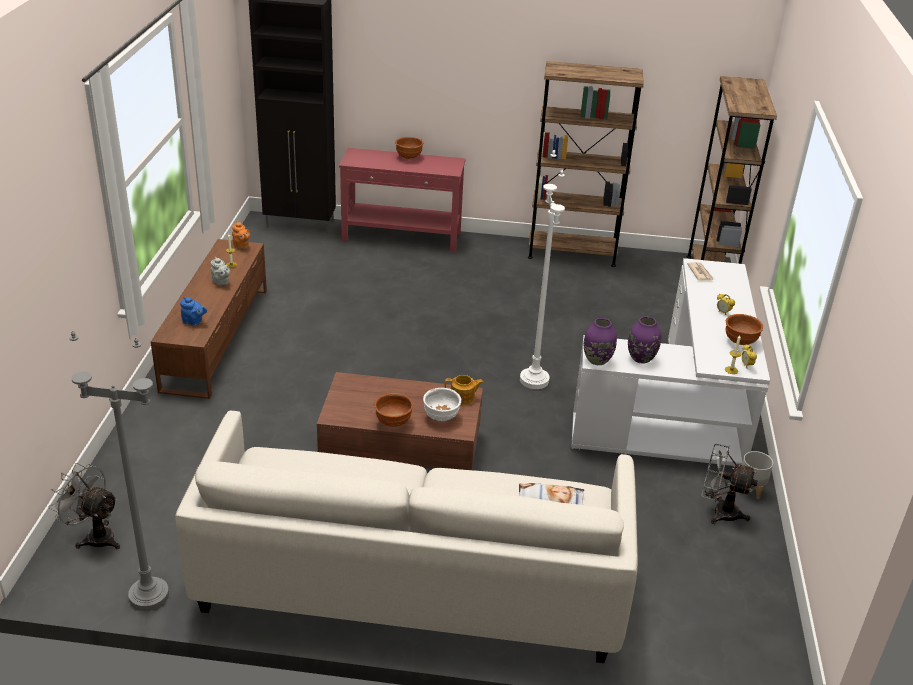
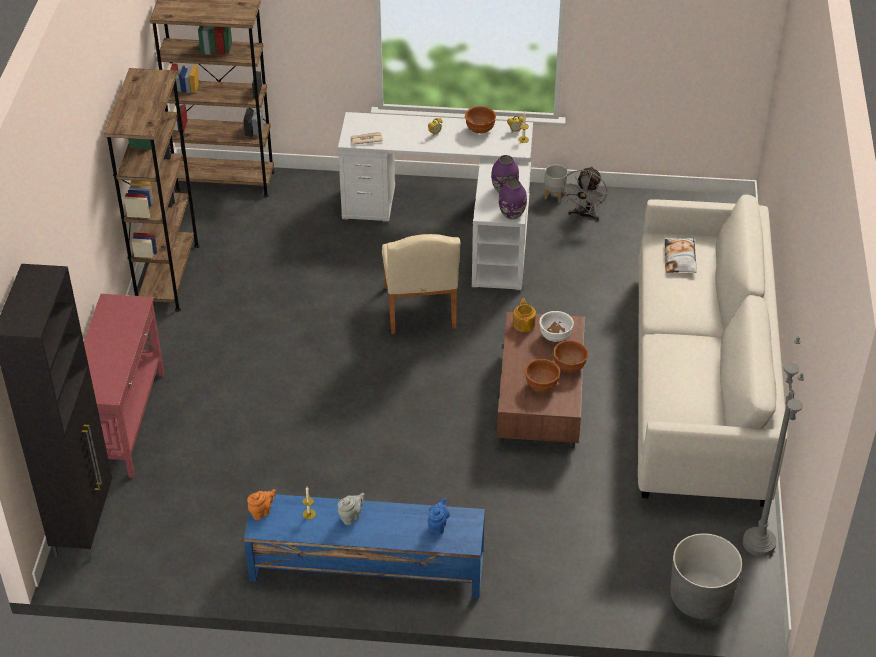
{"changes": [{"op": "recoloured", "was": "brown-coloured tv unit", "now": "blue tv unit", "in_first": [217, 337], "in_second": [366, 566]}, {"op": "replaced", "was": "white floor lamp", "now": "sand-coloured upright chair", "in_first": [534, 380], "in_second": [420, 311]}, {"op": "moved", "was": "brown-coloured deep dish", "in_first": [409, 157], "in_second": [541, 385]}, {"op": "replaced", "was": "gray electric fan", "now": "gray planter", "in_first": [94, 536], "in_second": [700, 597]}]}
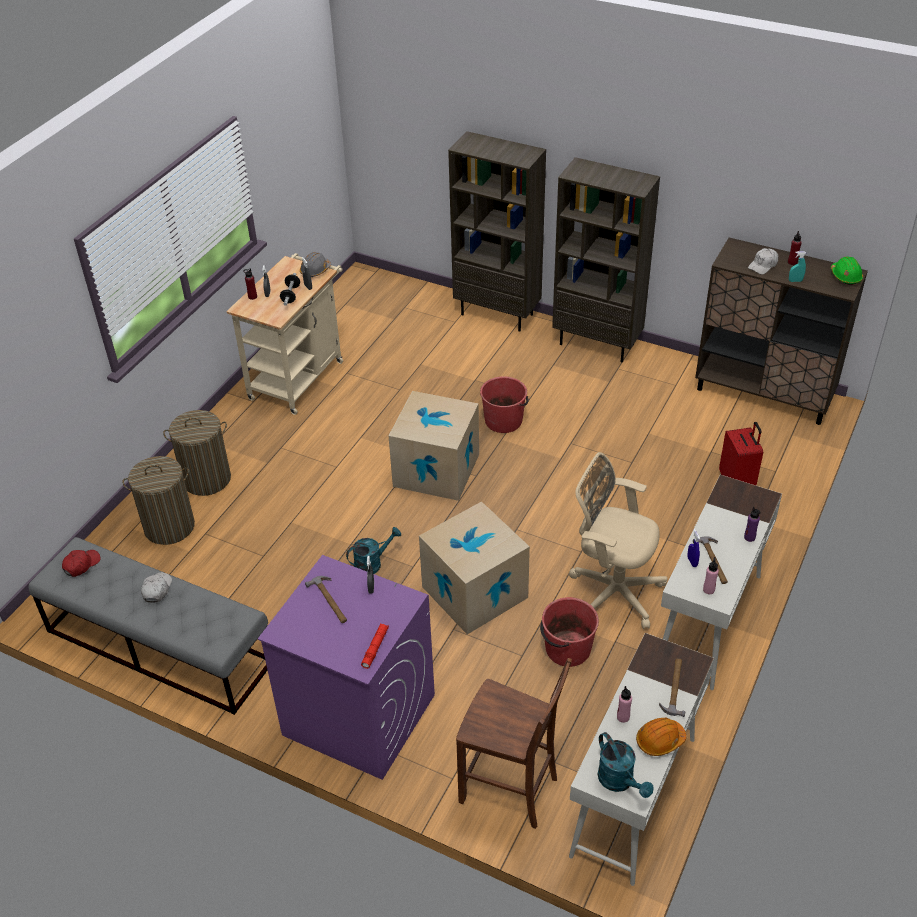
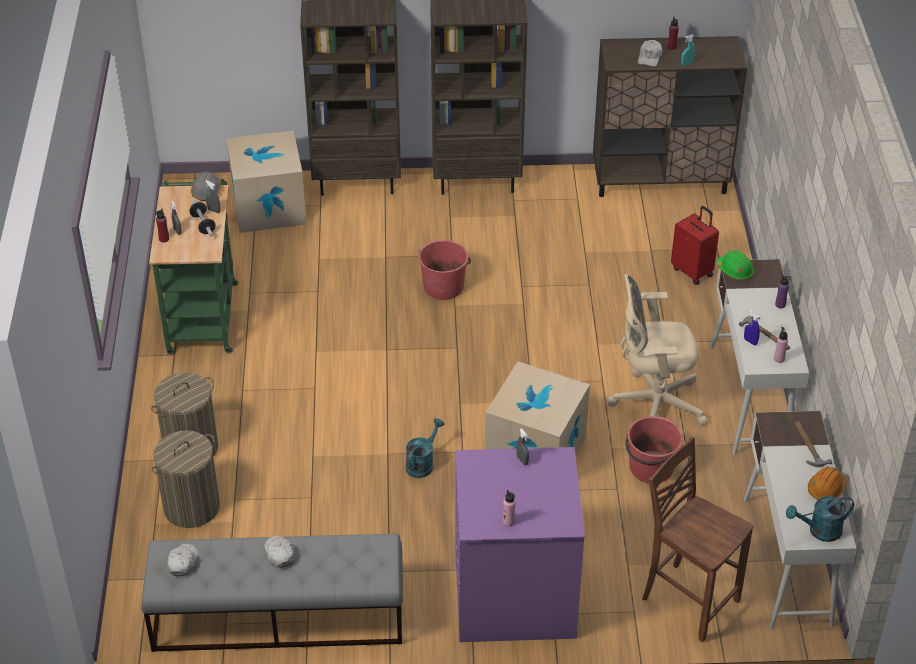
{"changes": [{"op": "recoloured", "was": "sand-coloured trolley", "now": "green trolley", "in_first": [299, 376], "in_second": [202, 313]}, {"op": "recoloured", "was": "red-coloured peaked cap", "now": "white peaked cap", "in_first": [81, 565], "in_second": [182, 562]}, {"op": "moved", "was": "cardboard box", "in_first": [436, 470], "in_second": [269, 207]}, {"op": "moved", "was": "pink-coloured drink bottle", "in_first": [623, 717], "in_second": [509, 522]}, {"op": "turned", "was": "brown-coloured upright chair", "in_first": [511, 790], "in_second": [688, 599], "clockwise": -135}, {"op": "moved", "was": "green hard hat", "in_first": [845, 276], "in_second": [735, 271]}, {"op": "turned", "was": "blue-green watering pot", "in_first": [620, 781], "in_second": [819, 531], "clockwise": 135}, {"op": "removed", "was": "hammer", "in_first": [330, 601]}, {"op": "removed", "was": "red-coloured torch", "in_first": [375, 648]}]}
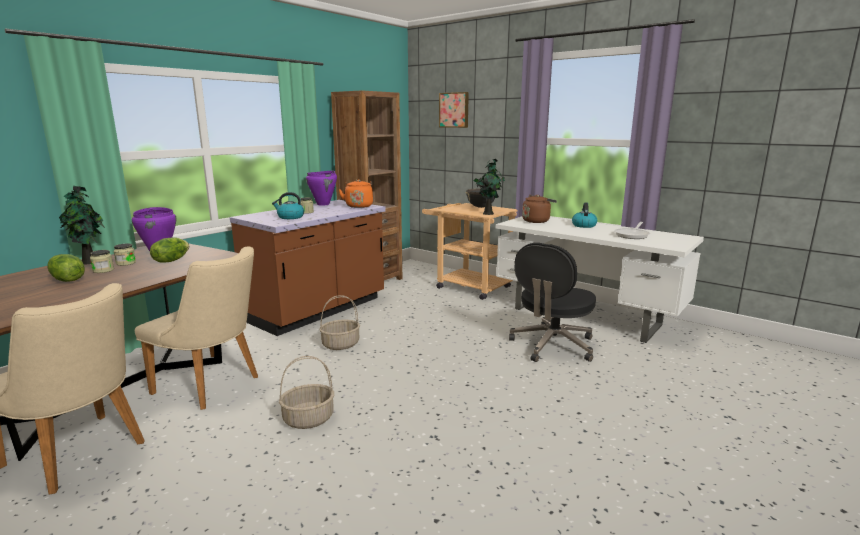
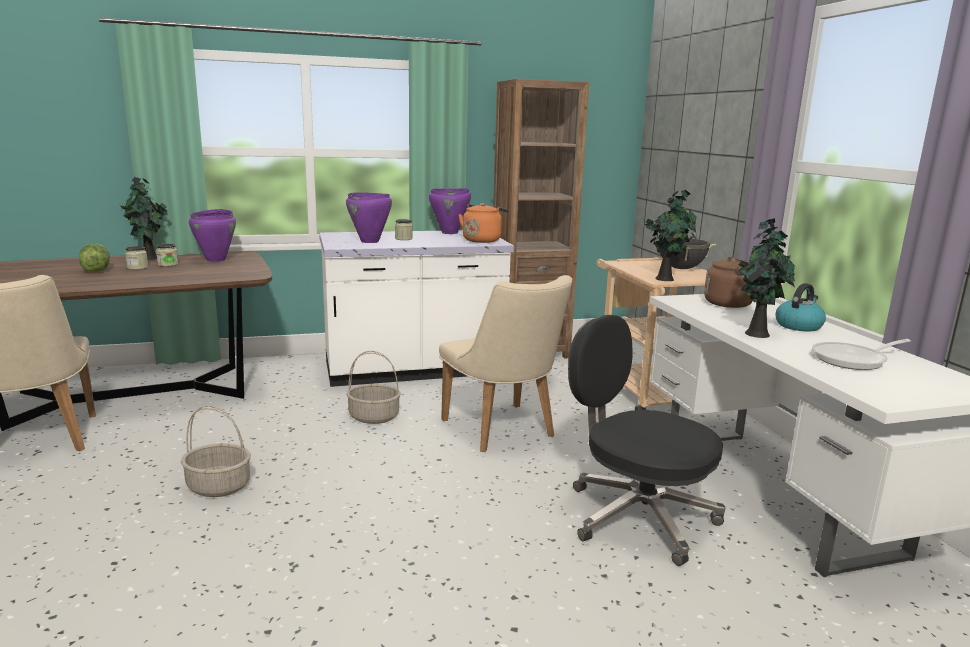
{"changes": [{"op": "recoloured", "was": "brown-coloured kitchen base unit", "now": "white kitchen base unit", "in_first": [318, 310], "in_second": [414, 370]}, {"op": "replaced", "was": "tea kettle", "now": "purple saucepot", "in_first": [290, 217], "in_second": [370, 241]}, {"op": "moved", "was": "sand-coloured upright chair", "in_first": [214, 386], "in_second": [504, 431]}, {"op": "turned", "was": "black computer chair", "in_first": [552, 345], "in_second": [637, 516], "clockwise": 60}, {"op": "added", "now": "plant in a pot", "in_second": [755, 333]}, {"op": "removed", "was": "lettuce head", "in_first": [171, 260]}, {"op": "removed", "was": "picture", "in_first": [454, 110]}]}
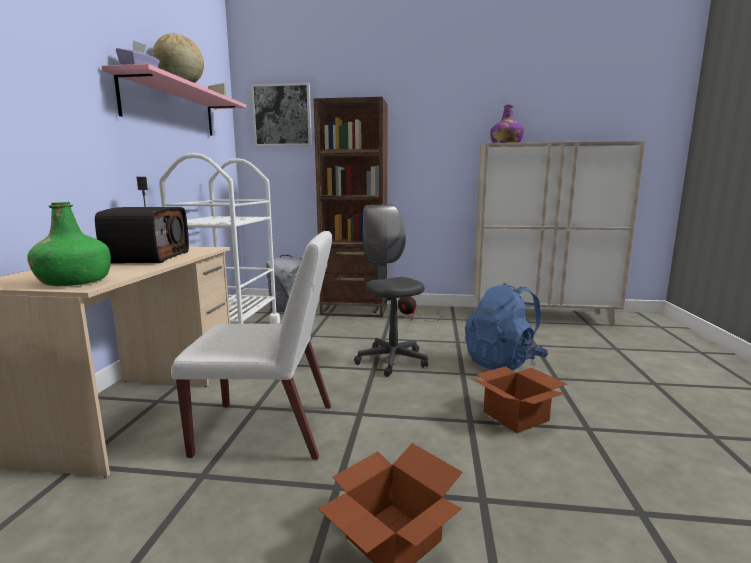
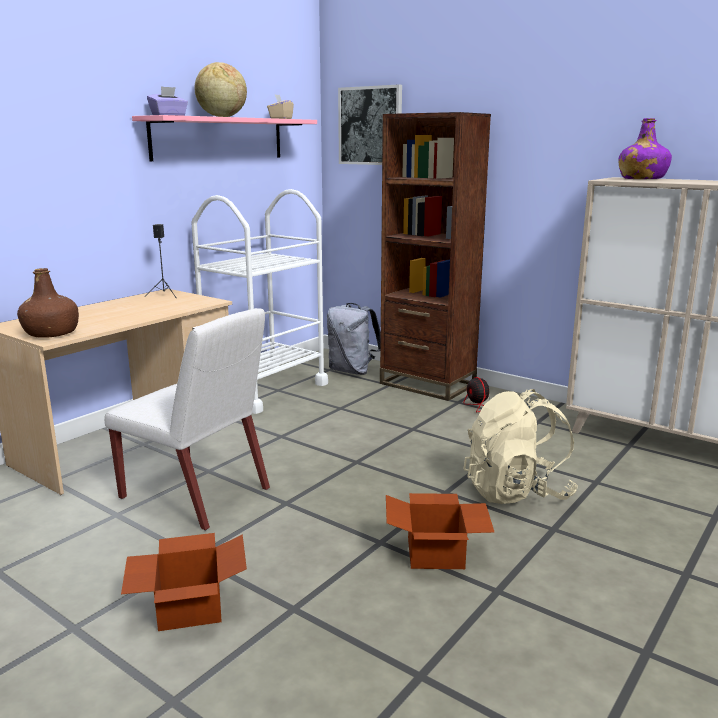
{"changes": [{"op": "recoloured", "was": "green drink bottle", "now": "brown-coloured drink bottle", "in_first": [75, 282], "in_second": [51, 333]}, {"op": "recoloured", "was": "blue backpack", "now": "sand-coloured backpack", "in_first": [503, 362], "in_second": [516, 492]}, {"op": "removed", "was": "radio receiver", "in_first": [147, 257]}, {"op": "removed", "was": "gray computer chair", "in_first": [392, 361]}]}
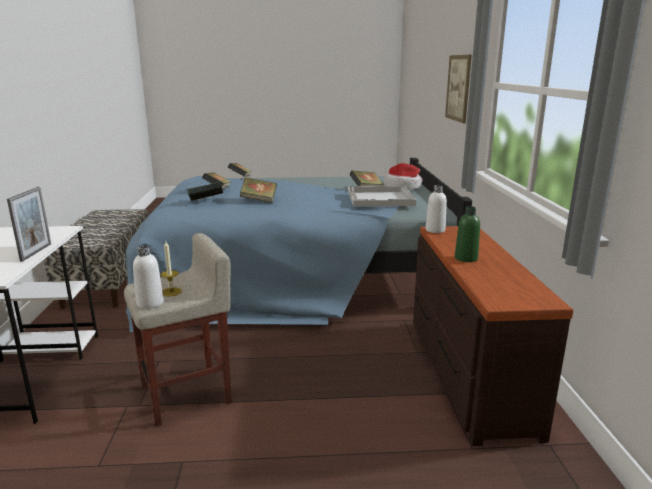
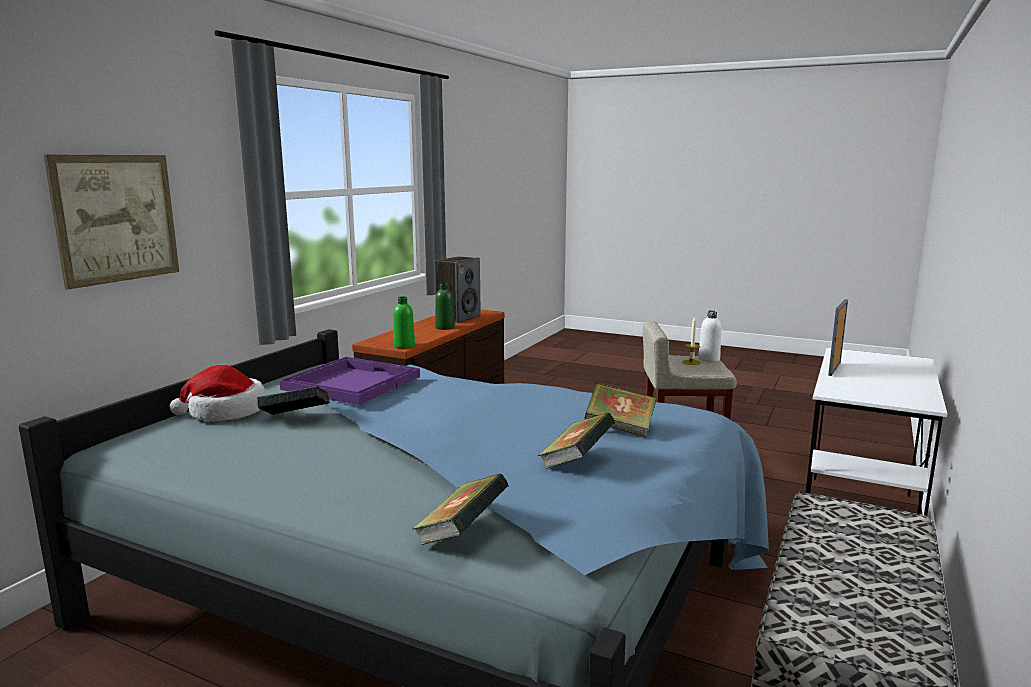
{"changes": [{"op": "recoloured", "was": "white carrying tray", "now": "purple carrying tray", "in_first": [380, 198], "in_second": [352, 382]}, {"op": "recoloured", "was": "white drink bottle", "now": "green drink bottle", "in_first": [435, 230], "in_second": [404, 346]}, {"op": "added", "now": "loudspeaker", "in_second": [458, 318]}, {"op": "removed", "was": "book", "in_first": [259, 200]}]}
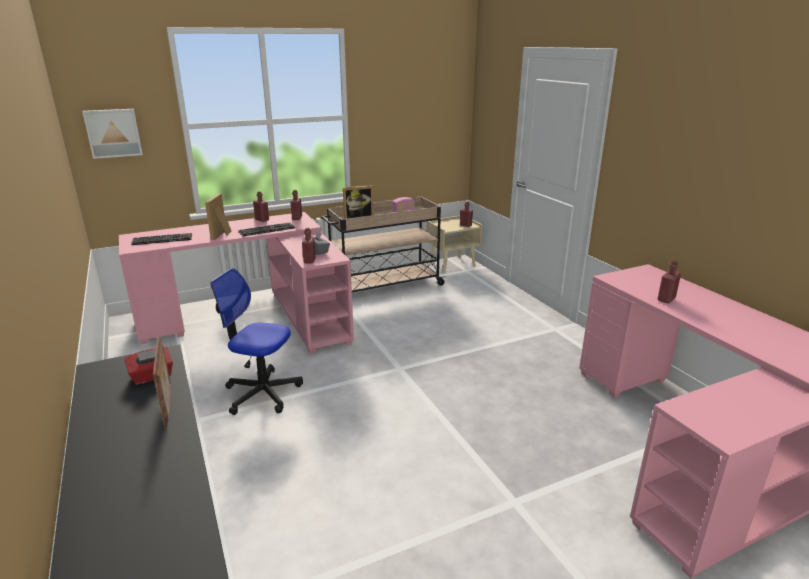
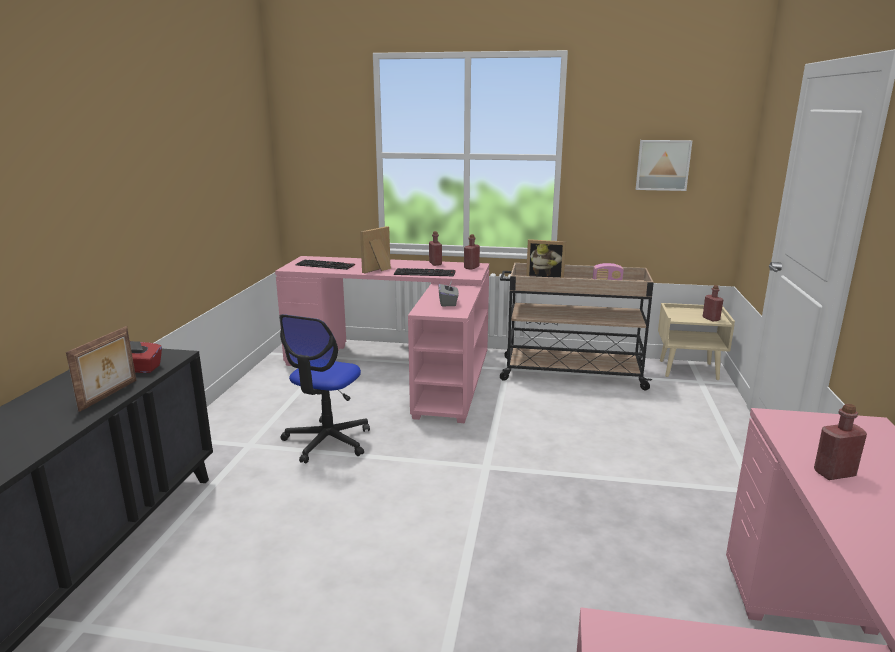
{"changes": [{"op": "turned", "was": "computer chair", "in_first": [262, 393], "in_second": [327, 441], "clockwise": -120}, {"op": "moved", "was": "picture", "in_first": [113, 133], "in_second": [662, 165]}, {"op": "removed", "was": "red-coloured drink bottle", "in_first": [309, 260]}]}
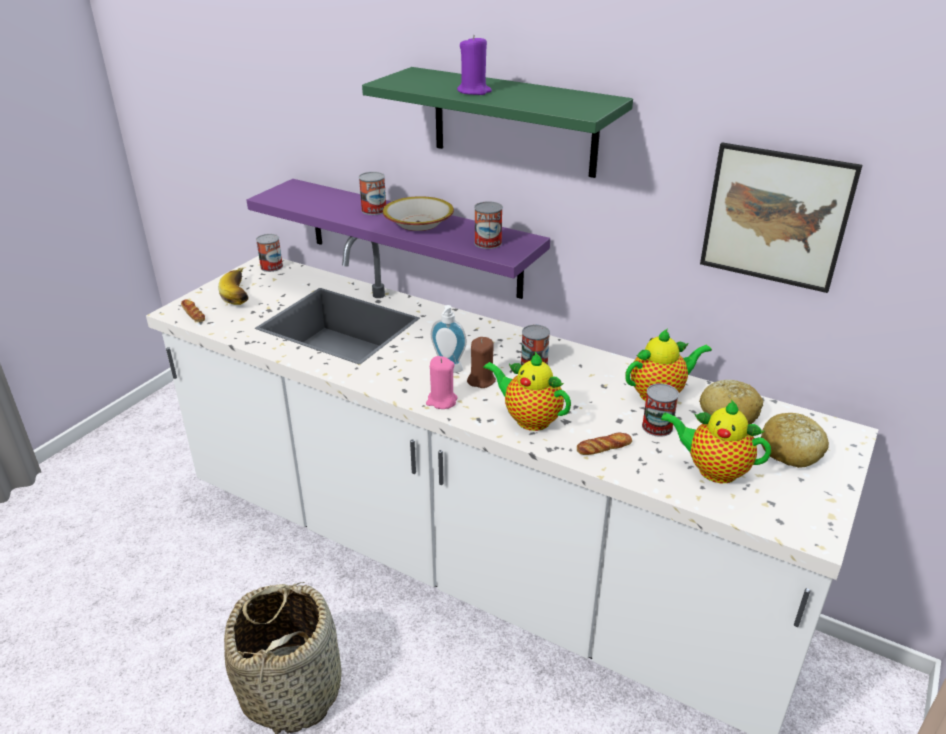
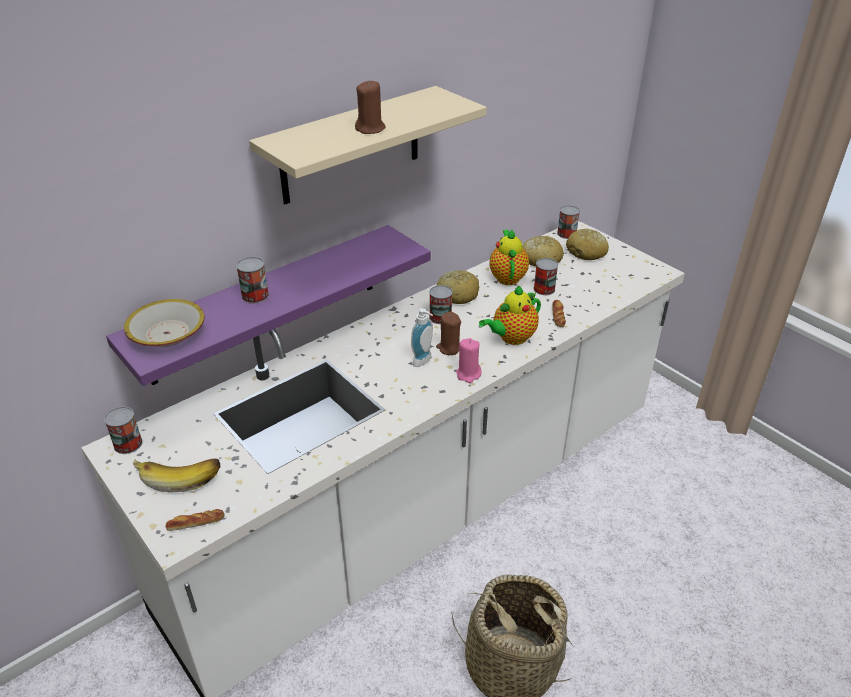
{"changes": [{"op": "moved", "was": "deep dish", "in_first": [418, 223], "in_second": [167, 334]}, {"op": "recoloured", "was": "green shelf", "now": "sand-coloured shelf", "in_first": [514, 122], "in_second": [351, 146]}, {"op": "recoloured", "was": "purple wax light", "now": "brown-coloured wax light", "in_first": [474, 91], "in_second": [370, 129]}, {"op": "added", "now": "bakery bread", "in_second": [457, 294]}, {"op": "moved", "was": "can", "in_first": [488, 243], "in_second": [566, 234]}, {"op": "removed", "was": "pot for tea", "in_first": [713, 470]}, {"op": "removed", "was": "picture", "in_first": [775, 217]}]}
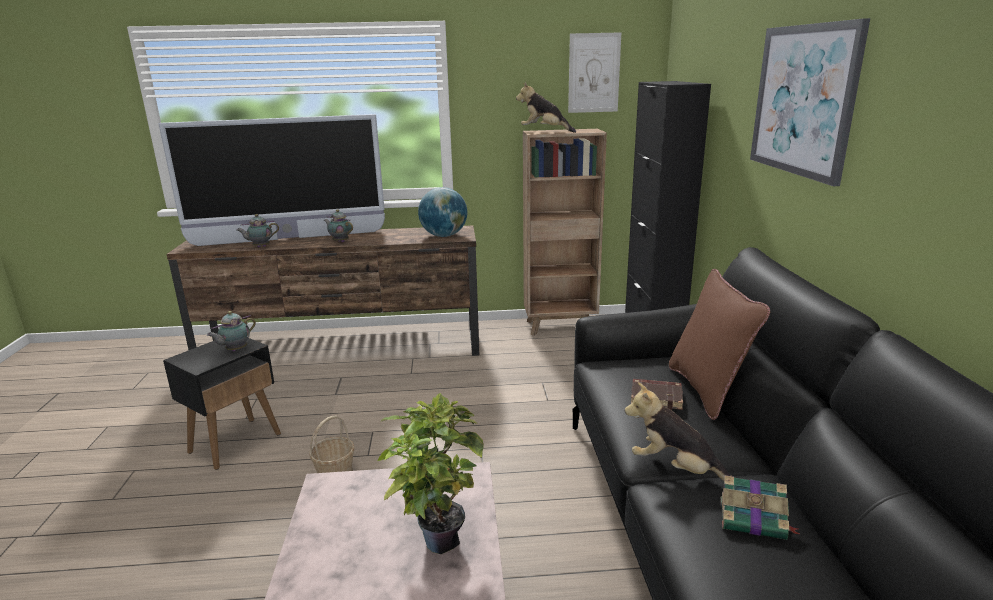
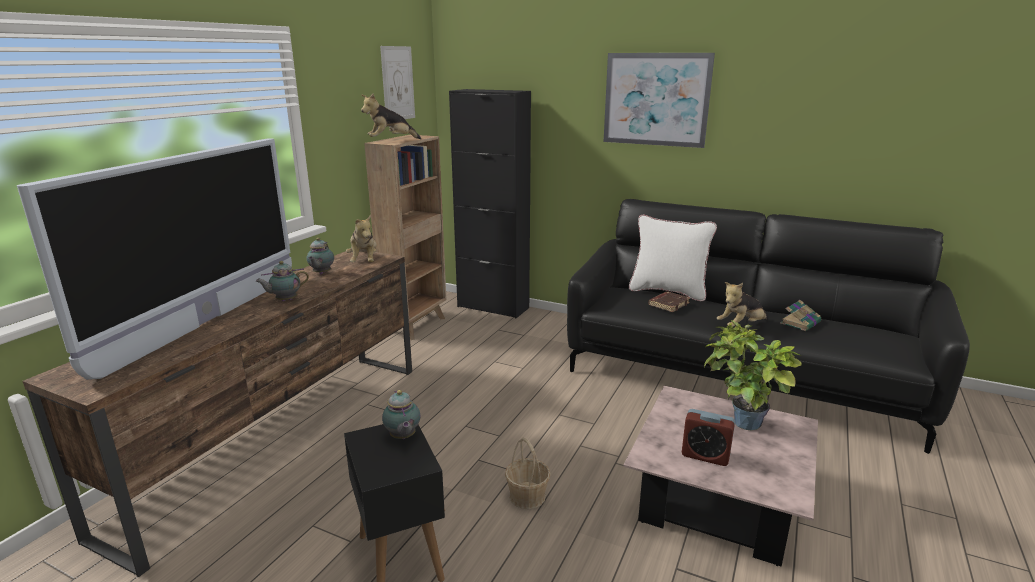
{"changes": [{"op": "moved", "was": "pot for tea", "in_first": [260, 247], "in_second": [321, 273]}, {"op": "replaced", "was": "globe", "now": "plush toy", "in_first": [444, 236], "in_second": [364, 262]}, {"op": "recoloured", "was": "brown-coloured pillow", "now": "white pillow", "in_first": [707, 390], "in_second": [668, 291]}, {"op": "added", "now": "bedside clock", "in_second": [705, 455]}]}
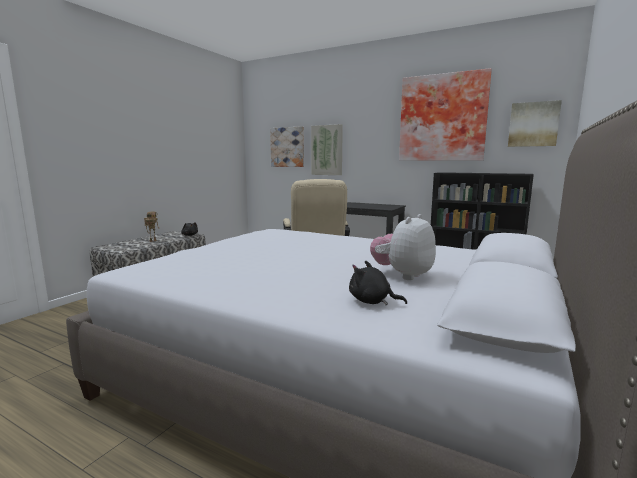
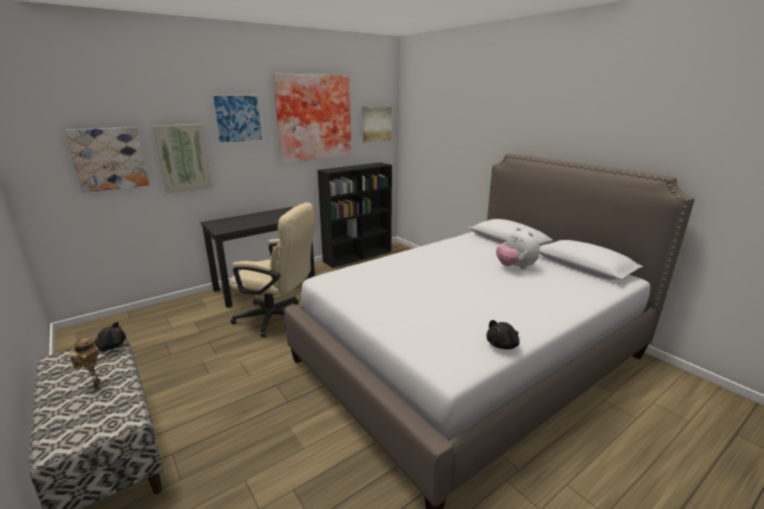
{"changes": [{"op": "added", "now": "picture", "in_second": [238, 119]}, {"op": "moved", "was": "black plush toy", "in_first": [372, 301], "in_second": [503, 345]}]}
